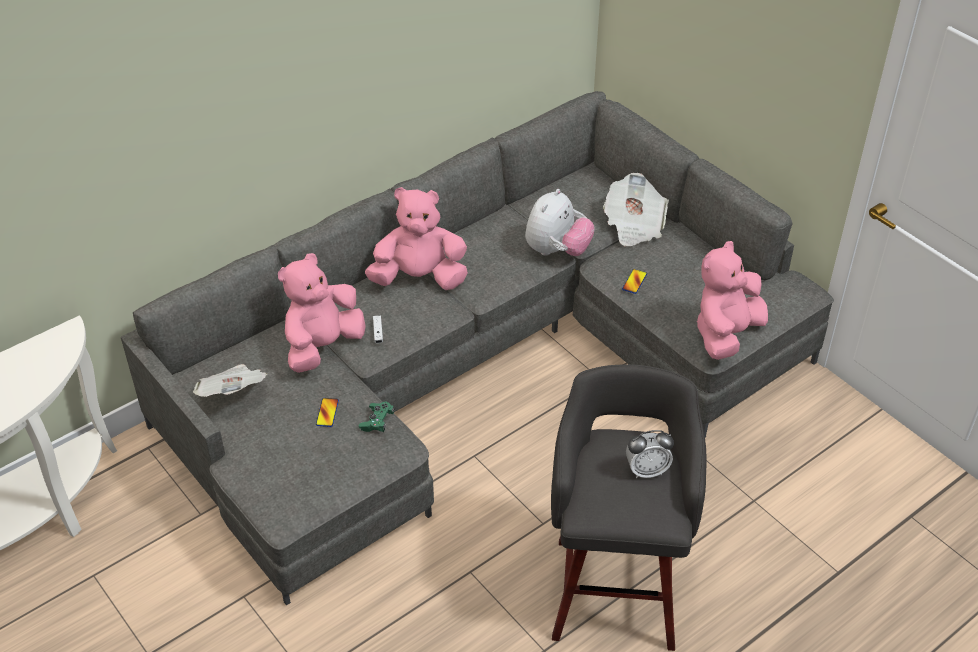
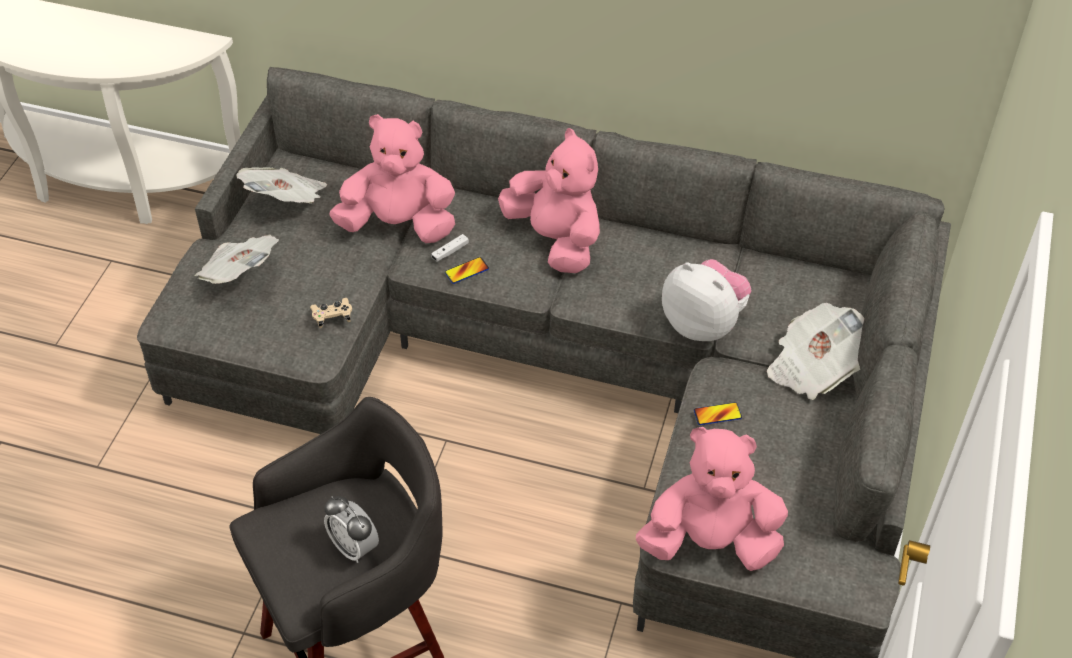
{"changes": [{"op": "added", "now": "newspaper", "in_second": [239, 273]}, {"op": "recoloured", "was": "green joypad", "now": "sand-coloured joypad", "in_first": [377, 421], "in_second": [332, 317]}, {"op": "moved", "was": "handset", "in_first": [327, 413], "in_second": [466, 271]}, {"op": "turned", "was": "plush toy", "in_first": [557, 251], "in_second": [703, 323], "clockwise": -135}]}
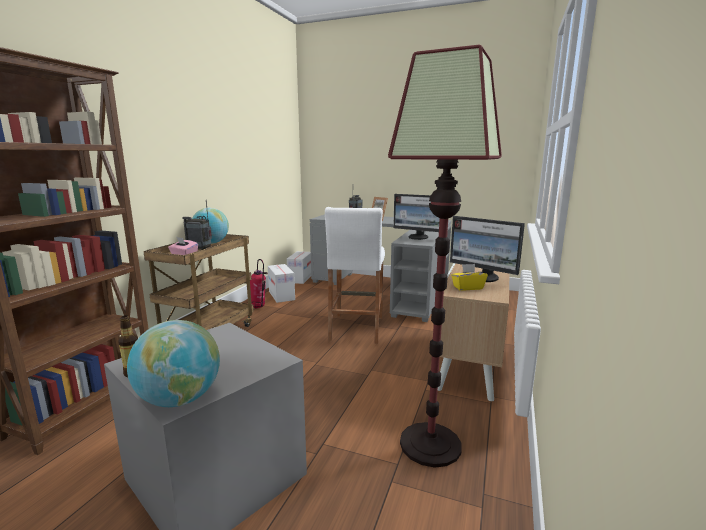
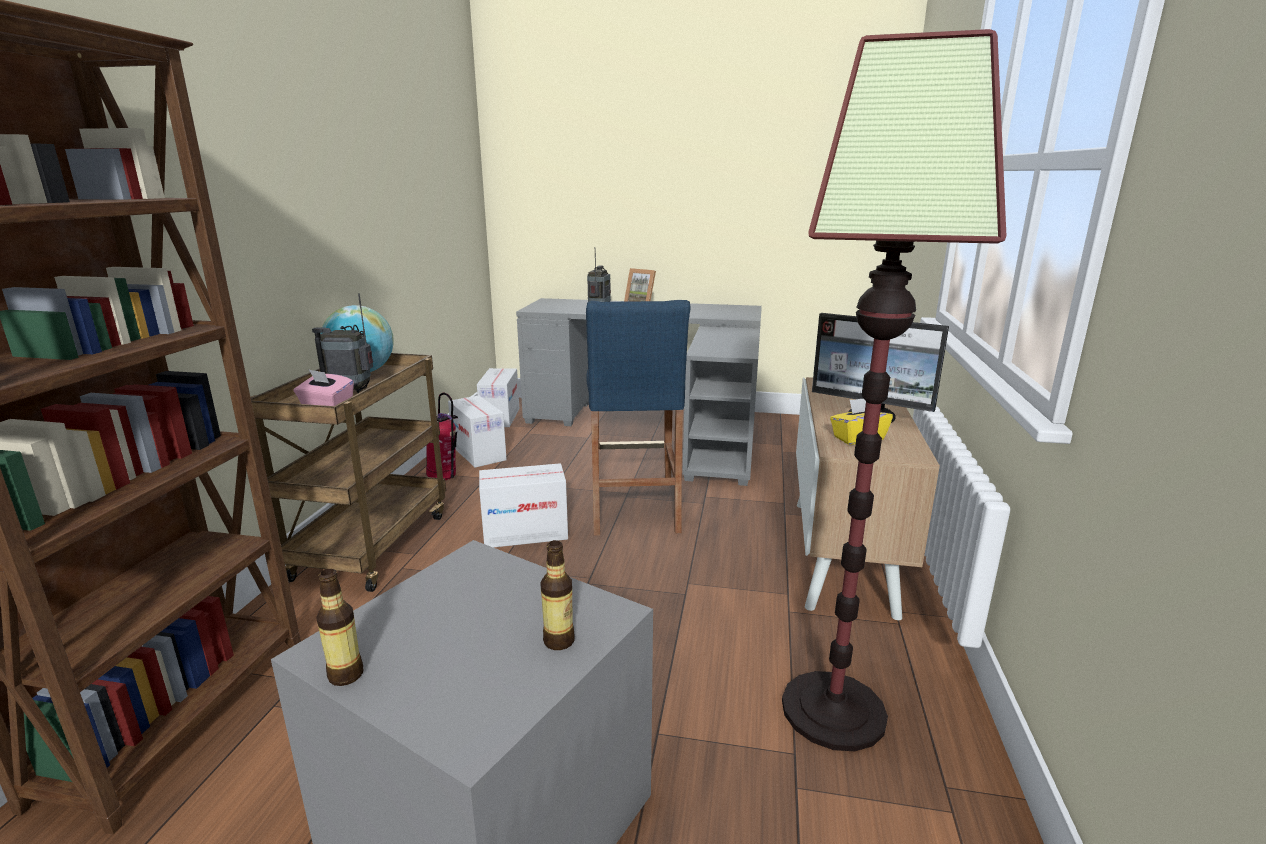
{"changes": [{"op": "added", "now": "cardboard box", "in_second": [525, 533]}, {"op": "added", "now": "drink bottle", "in_second": [559, 641]}, {"op": "recoloured", "was": "white stool seat", "now": "blue stool seat", "in_first": [356, 328], "in_second": [633, 507]}, {"op": "removed", "was": "globe", "in_first": [179, 399]}, {"op": "removed", "was": "computer display", "in_first": [418, 237]}]}
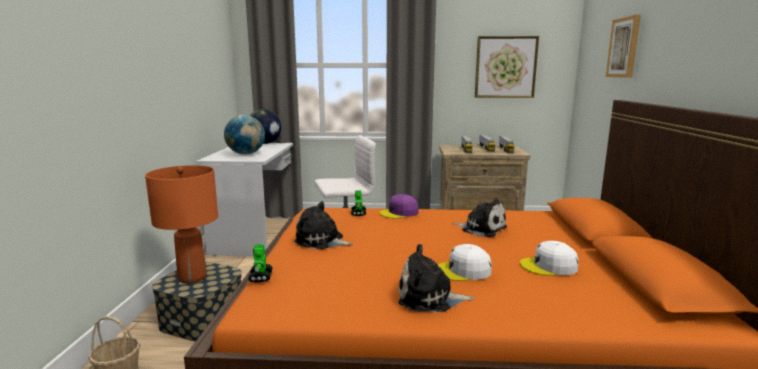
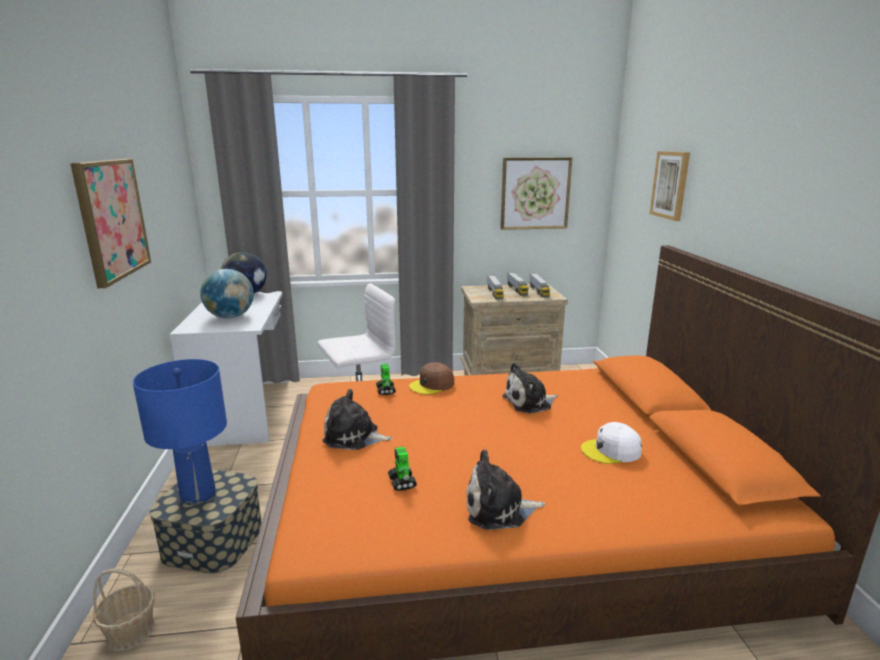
{"changes": [{"op": "added", "now": "picture", "in_second": [111, 219]}, {"op": "recoloured", "was": "orange-coloured table lamp", "now": "blue table lamp", "in_first": [192, 277], "in_second": [198, 495]}, {"op": "moved", "was": "toy robot", "in_first": [260, 277], "in_second": [402, 482]}, {"op": "recoloured", "was": "purple peaked cap", "now": "brown-coloured peaked cap", "in_first": [399, 213], "in_second": [432, 385]}, {"op": "turned", "was": "plush toy", "in_first": [481, 229], "in_second": [529, 402], "clockwise": 135}, {"op": "removed", "was": "white peaked cap", "in_first": [463, 271]}]}
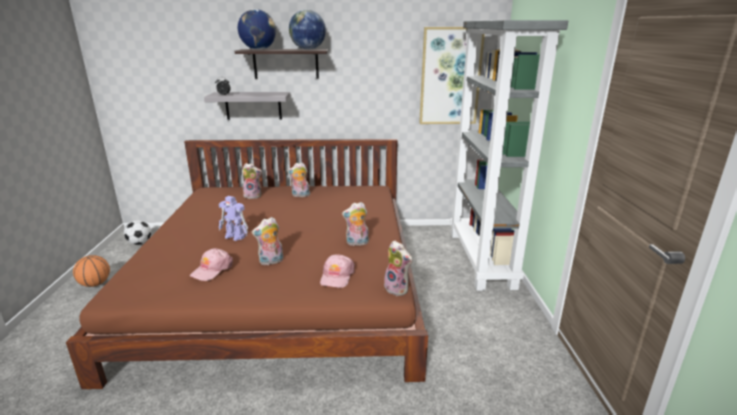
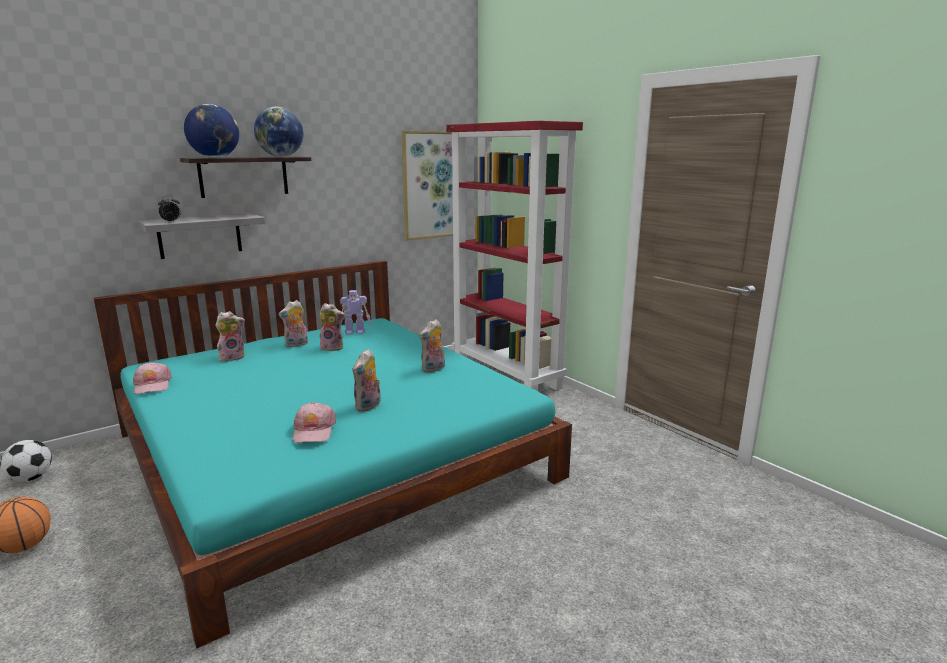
{"changes": [{"op": "recoloured", "was": "brown-coloured sleeping bed", "now": "blue-green sleeping bed", "in_first": [282, 284], "in_second": [329, 454]}, {"op": "moved", "was": "pink-coloured peaked cap", "in_first": [337, 276], "in_second": [152, 385]}, {"op": "moved", "was": "plush toy", "in_first": [398, 289], "in_second": [333, 347]}, {"op": "moved", "was": "toy robot", "in_first": [235, 236], "in_second": [355, 332]}, {"op": "recoloured", "was": "gray bookshelf", "now": "red-coloured bookshelf", "in_first": [482, 259], "in_second": [507, 373]}]}
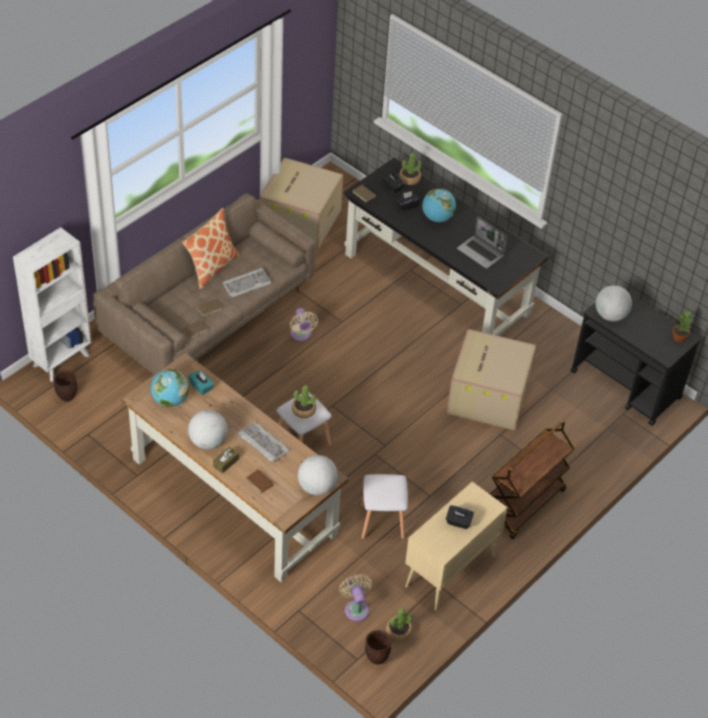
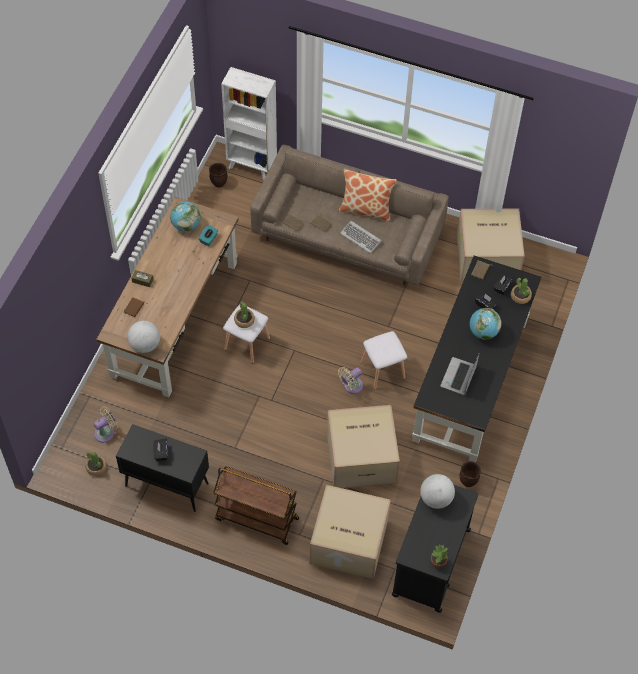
{"changes": [{"op": "recoloured", "was": "sand-coloured storage cabinet", "now": "black storage cabinet", "in_first": [449, 572], "in_second": [166, 484]}, {"op": "added", "now": "cardboard box", "in_second": [347, 542]}, {"op": "moved", "was": "sand-coloured electric fan", "in_first": [301, 335], "in_second": [351, 386]}, {"op": "moved", "was": "white stool seat", "in_first": [381, 521], "in_second": [383, 370]}, {"op": "moved", "was": "brown-coloured planter", "in_first": [377, 657], "in_second": [468, 481]}, {"op": "removed", "was": "globe", "in_first": [208, 441]}, {"op": "removed", "was": "computer keyboard", "in_first": [263, 443]}]}
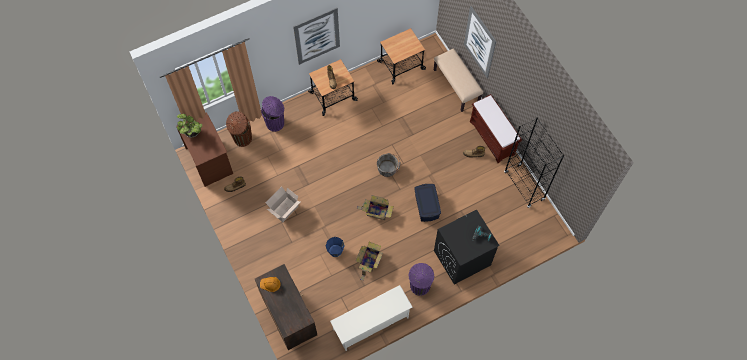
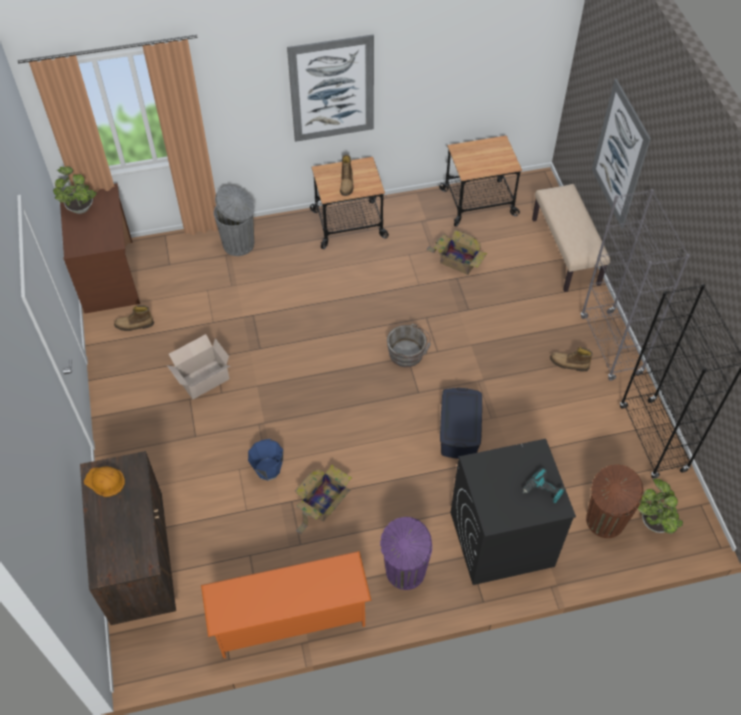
{"changes": [{"op": "recoloured", "was": "white shoe shelf", "now": "orange-coloured shoe shelf", "in_first": [371, 323], "in_second": [290, 618]}, {"op": "recoloured", "was": "purple trash can", "now": "gray trash can", "in_first": [276, 123], "in_second": [239, 244]}, {"op": "moved", "was": "cardboard box", "in_first": [376, 211], "in_second": [457, 261]}, {"op": "replaced", "was": "brown-coloured indoor bench", "now": "gray bookshelf", "in_first": [492, 138], "in_second": [610, 346]}, {"op": "moved", "was": "brown-coloured trash can", "in_first": [242, 139], "in_second": [604, 521]}, {"op": "added", "now": "plant in a pot", "in_second": [654, 521]}]}
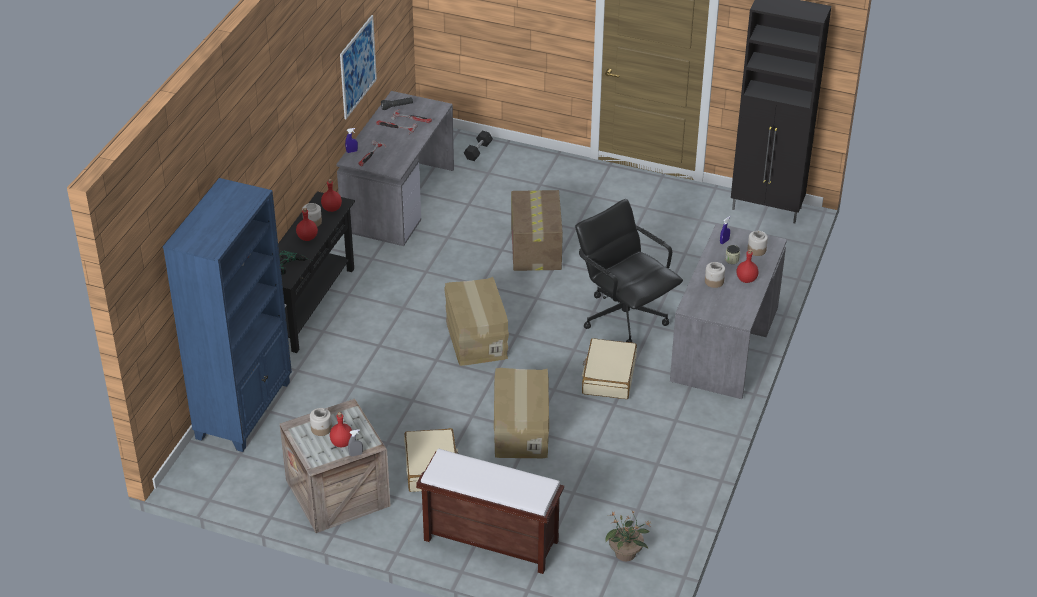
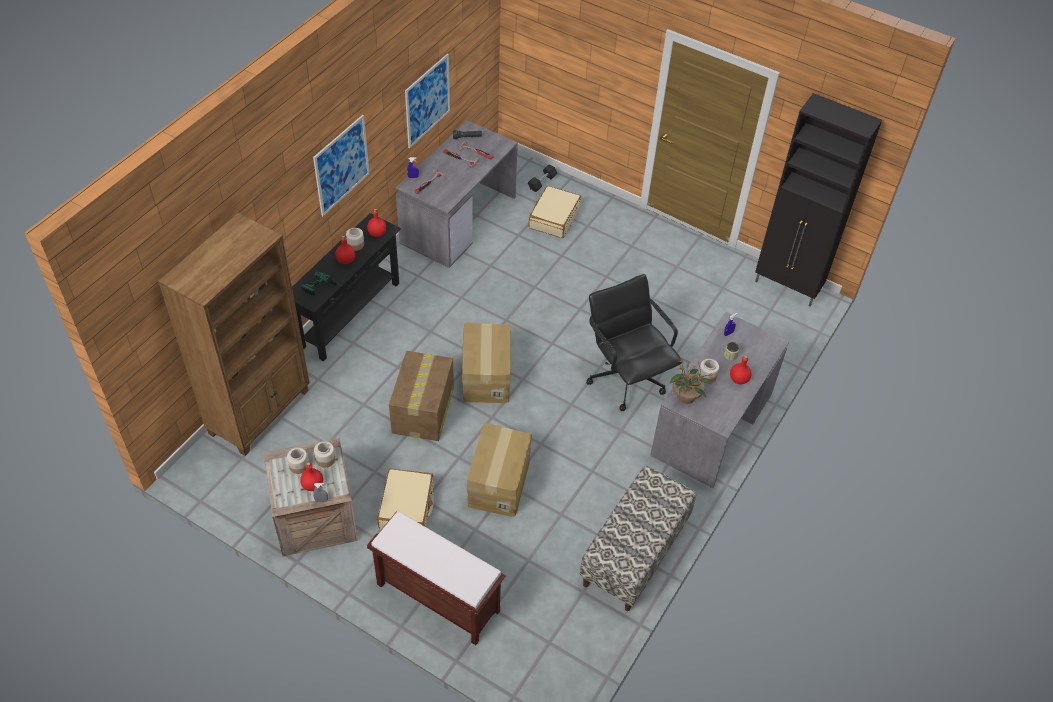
{"changes": [{"op": "recoloured", "was": "blue bookshelf", "now": "brown-coloured bookshelf", "in_first": [245, 409], "in_second": [260, 411]}, {"op": "added", "now": "picture", "in_second": [341, 165]}, {"op": "moved", "was": "storage jar", "in_first": [756, 250], "in_second": [325, 459]}, {"op": "moved", "was": "cardboard box", "in_first": [536, 249], "in_second": [423, 411]}, {"op": "moved", "was": "sand-coloured piece of luggage", "in_first": [608, 376], "in_second": [554, 218]}, {"op": "added", "now": "indoor bench", "in_second": [634, 554]}, {"op": "moved", "was": "plant in a pot", "in_first": [626, 554], "in_second": [686, 397]}]}
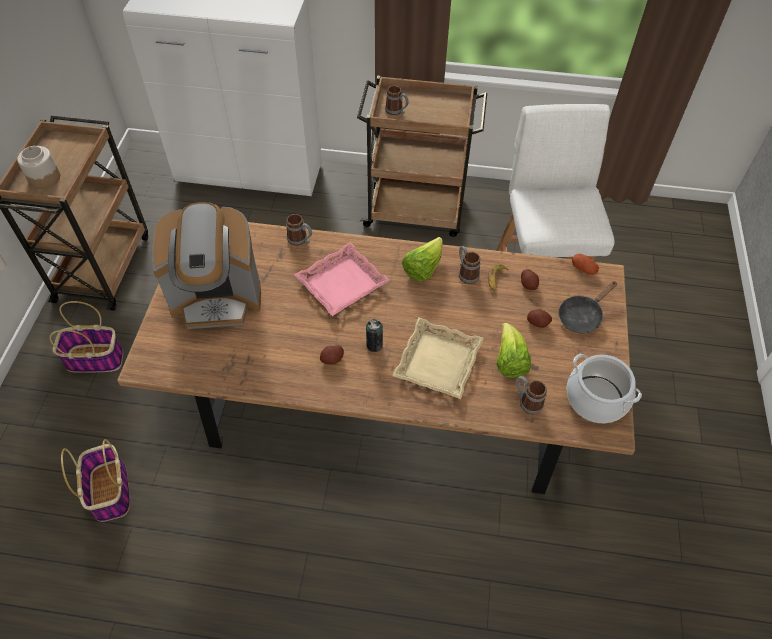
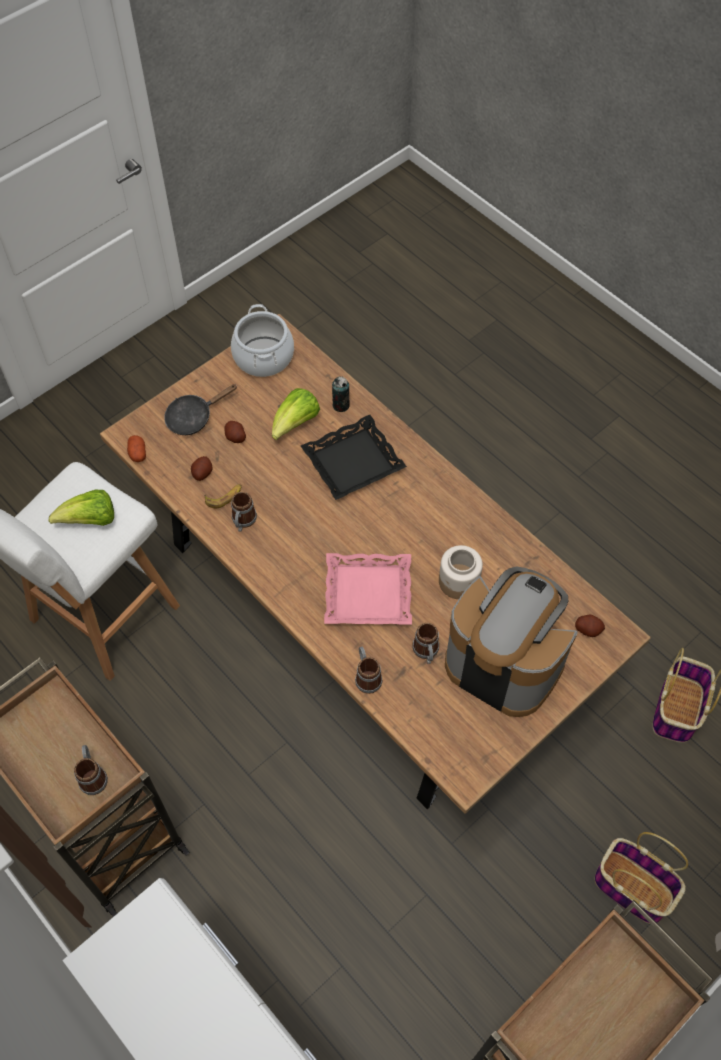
{"changes": [{"op": "moved", "was": "lettuce head", "in_first": [423, 268], "in_second": [90, 521]}, {"op": "turned", "was": "black skillet", "in_first": [582, 316], "in_second": [193, 417], "clockwise": 150}, {"op": "recoloured", "was": "sand-coloured carrying tray", "now": "black carrying tray", "in_first": [437, 361], "in_second": [353, 463]}, {"op": "moved", "was": "can", "in_first": [374, 345], "in_second": [341, 405]}, {"op": "moved", "was": "mug", "in_first": [527, 401], "in_second": [426, 652]}, {"op": "moved", "was": "storage jar", "in_first": [44, 178], "in_second": [458, 582]}, {"op": "moved", "was": "potato", "in_first": [332, 359], "in_second": [588, 629]}]}
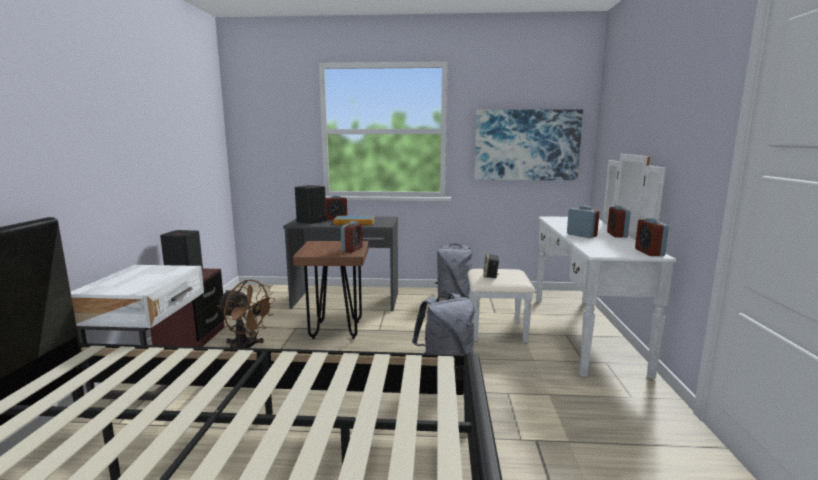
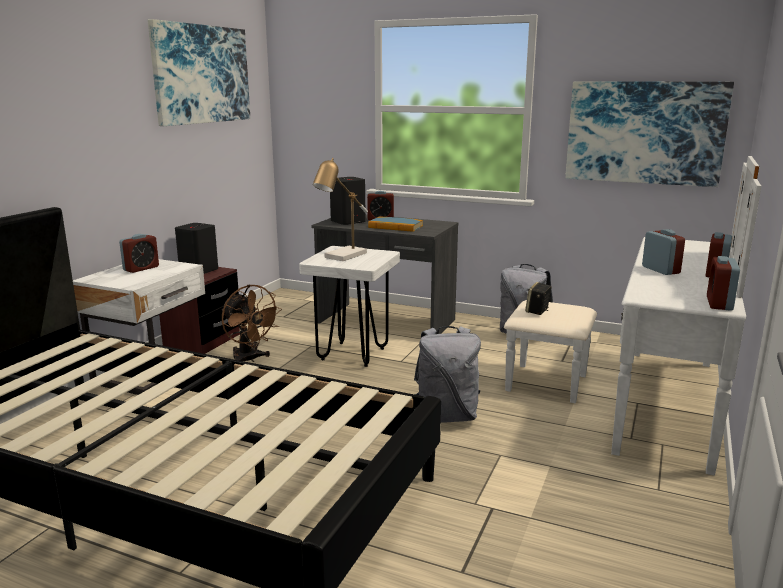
{"changes": [{"op": "moved", "was": "bedside clock", "in_first": [352, 249], "in_second": [141, 268]}, {"op": "added", "now": "picture", "in_second": [201, 74]}, {"op": "recoloured", "was": "brown-coloured stool seat", "now": "white stool seat", "in_first": [336, 330], "in_second": [352, 354]}, {"op": "added", "now": "table lamp", "in_second": [342, 257]}]}
